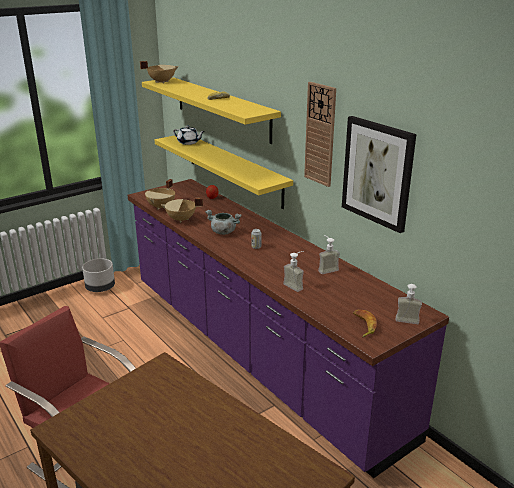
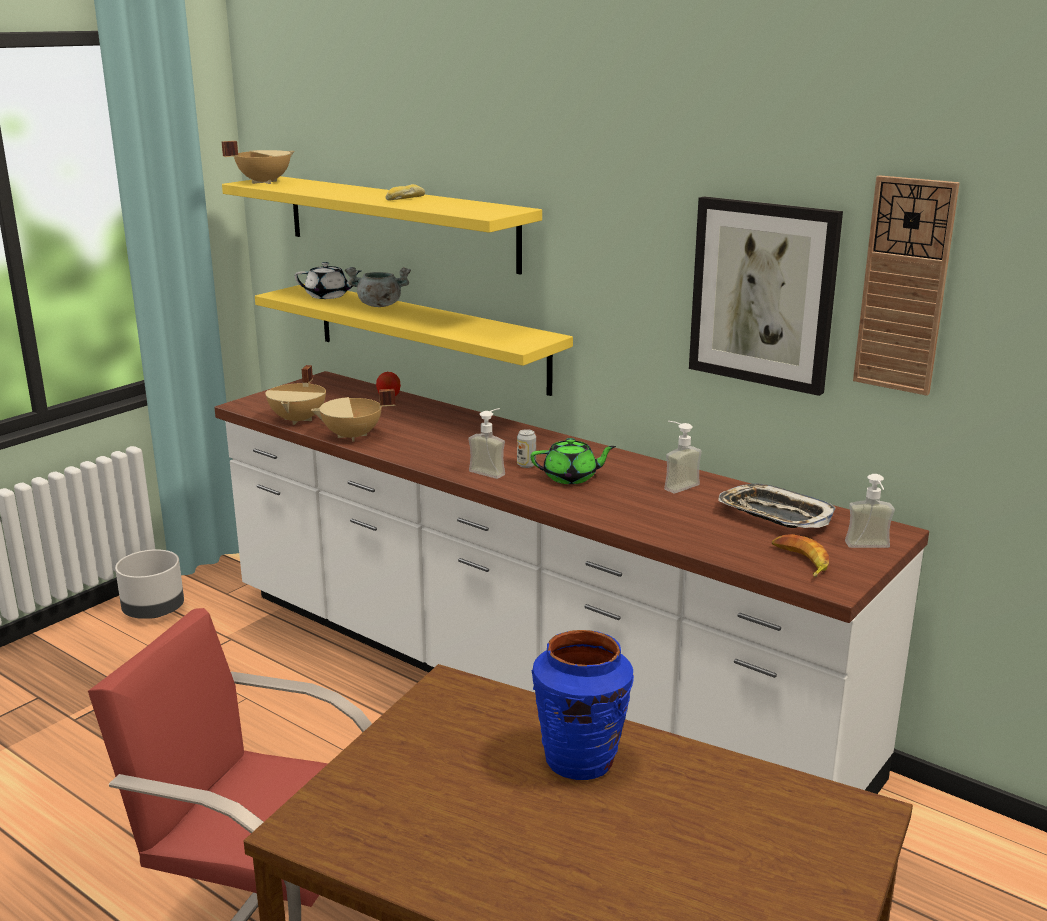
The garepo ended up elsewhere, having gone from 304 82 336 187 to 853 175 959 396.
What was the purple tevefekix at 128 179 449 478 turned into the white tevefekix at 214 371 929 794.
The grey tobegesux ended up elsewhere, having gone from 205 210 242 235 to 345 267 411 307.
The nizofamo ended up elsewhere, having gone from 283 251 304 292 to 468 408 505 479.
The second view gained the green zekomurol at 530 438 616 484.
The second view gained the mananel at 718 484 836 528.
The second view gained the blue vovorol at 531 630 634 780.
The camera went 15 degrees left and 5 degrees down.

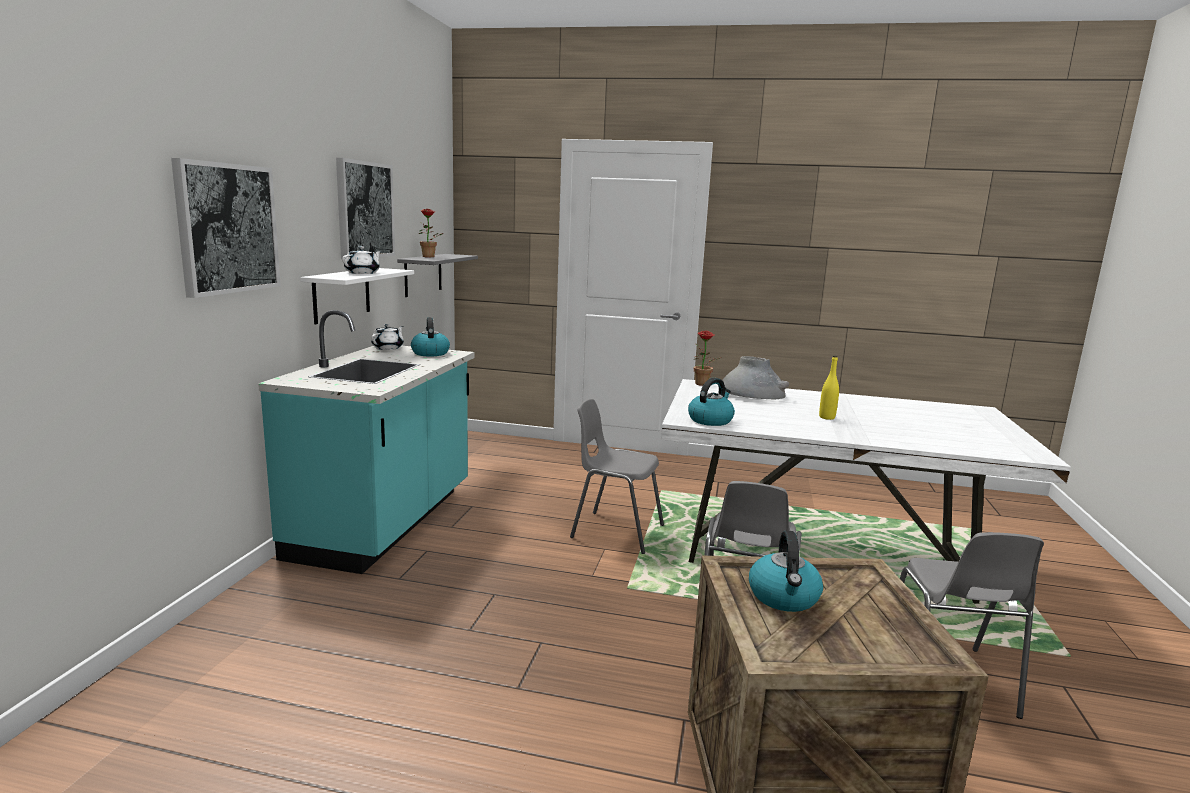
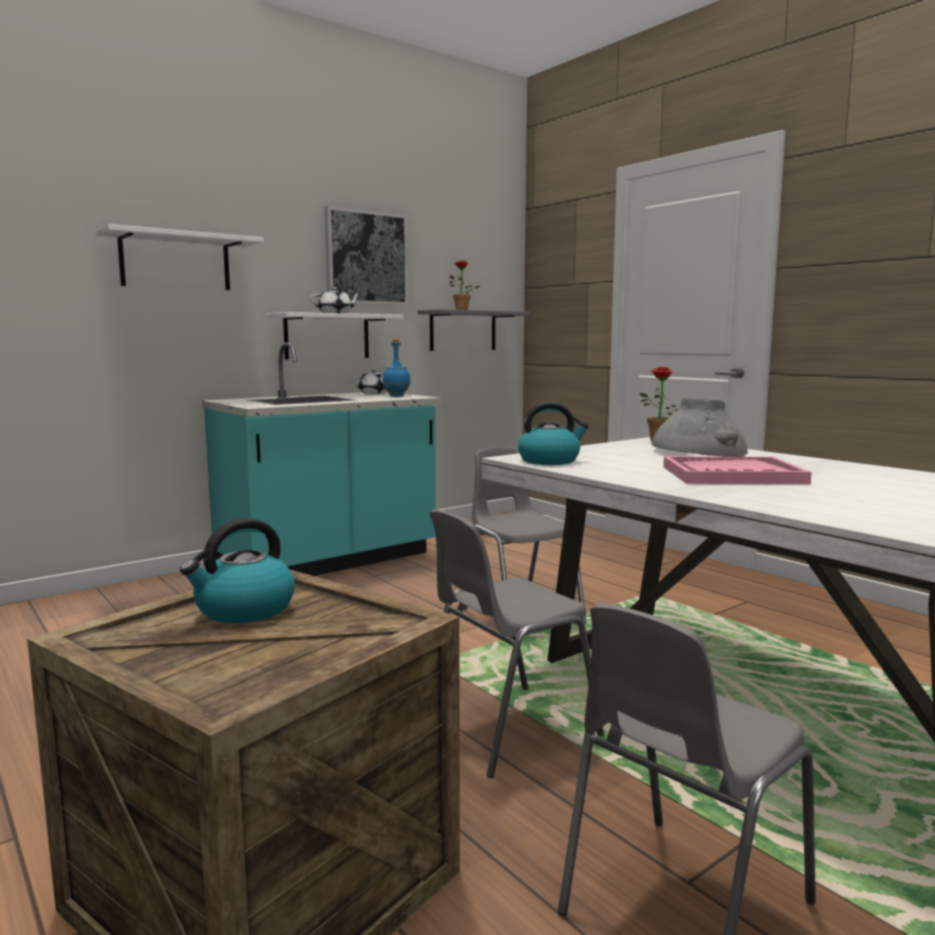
Where the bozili hung at 171 158 281 298, the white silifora came to hang at 96 224 264 290.
Where the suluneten stood at 411 317 450 356, the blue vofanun came to stand at 383 339 411 397.
Where the yellow vofanun stood at 819 356 839 420, the pink mananel came to stand at 663 456 812 484.
The camera went 40 degrees right and 5 degrees down.

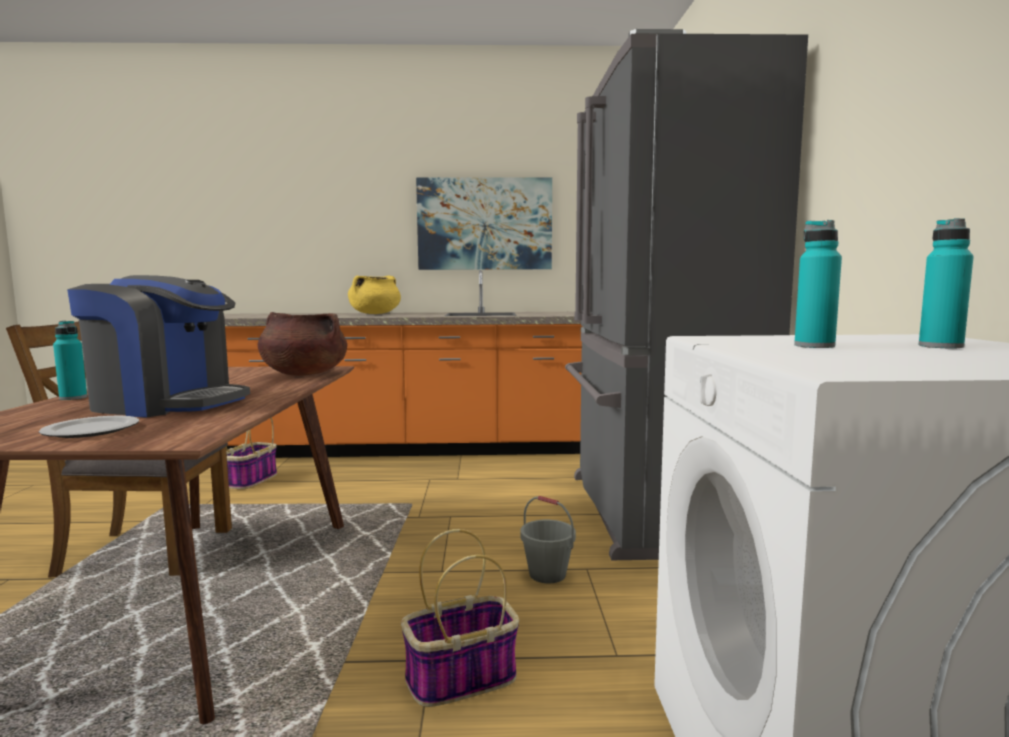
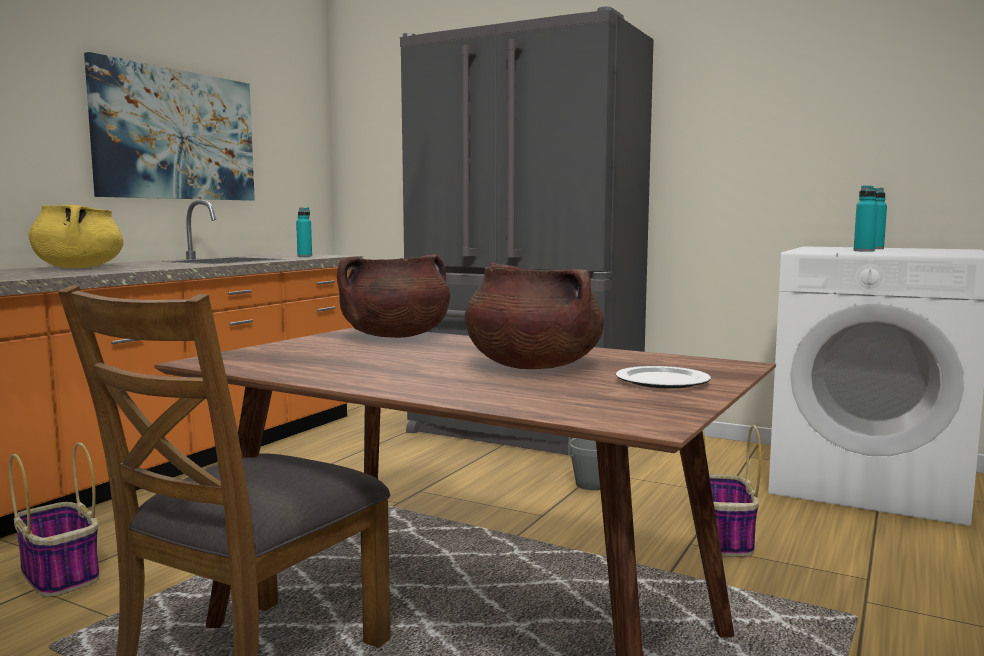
Where the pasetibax stood at 67 275 250 418, the brown tobegesux came to stand at 465 263 604 369.
The turquoise vofanun ended up elsewhere, having gone from 53 321 87 400 to 296 207 312 257.
The camera went 60 degrees left and 0 degrees up.

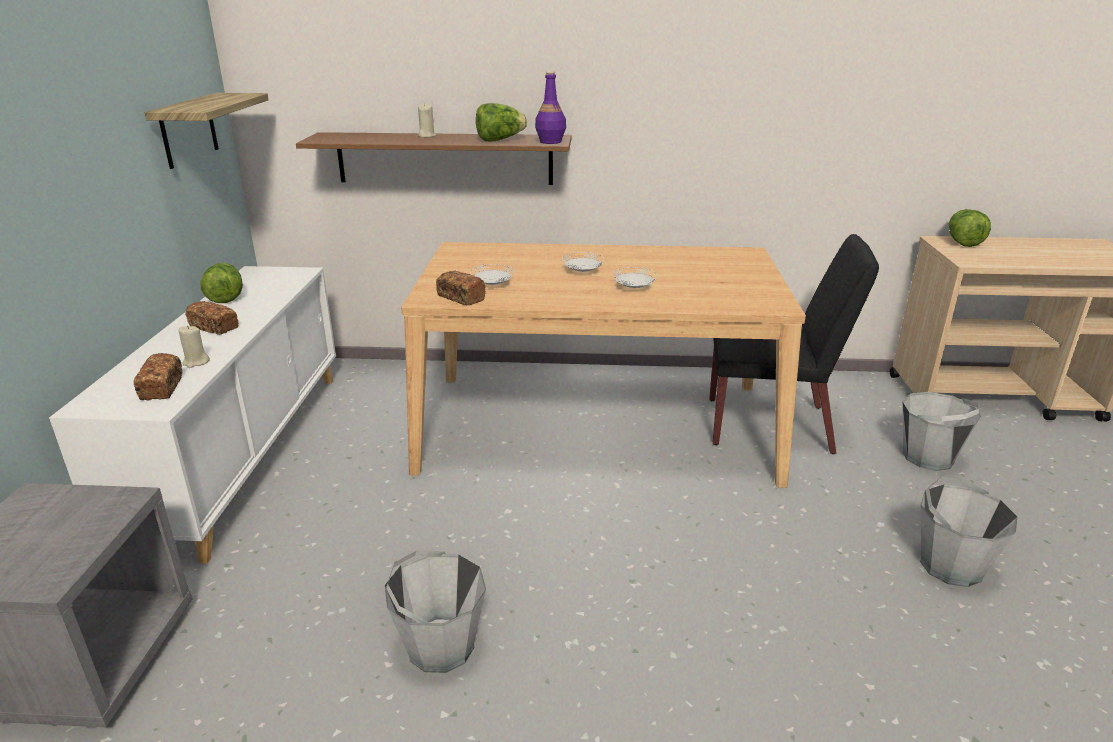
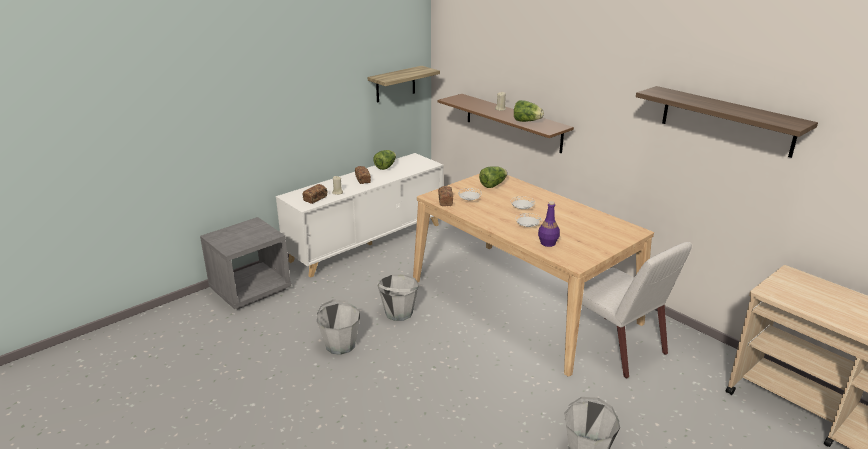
The purple vofanun ended up elsewhere, having gone from 535 71 566 144 to 538 201 560 247.
The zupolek ended up elsewhere, having gone from 949 209 991 247 to 479 166 507 188.
What was the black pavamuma at 709 234 879 454 turned into the white pavamuma at 567 242 692 379.
The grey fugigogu ended up elsewhere, having gone from 902 392 981 471 to 377 275 419 321.
The second view gained the silifora at 636 86 818 158.
The camera went 45 degrees right and 0 degrees up.

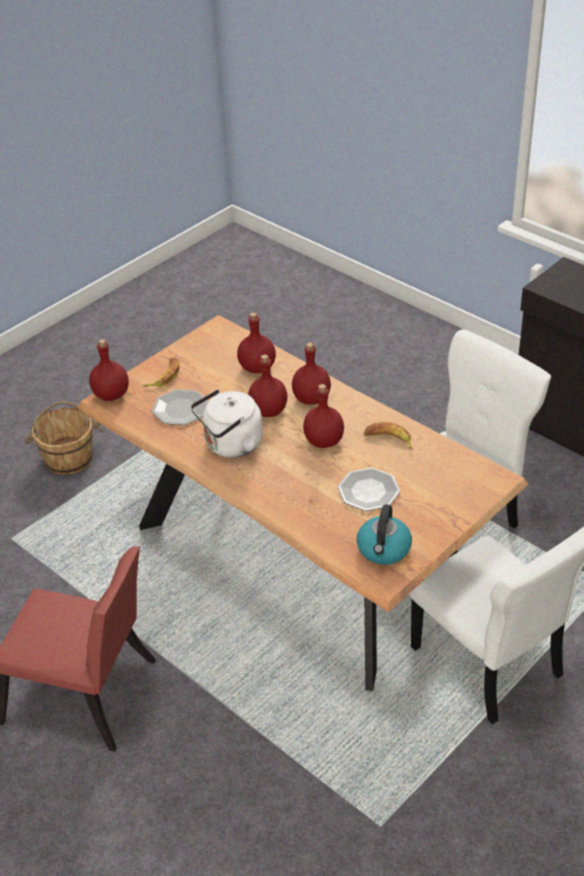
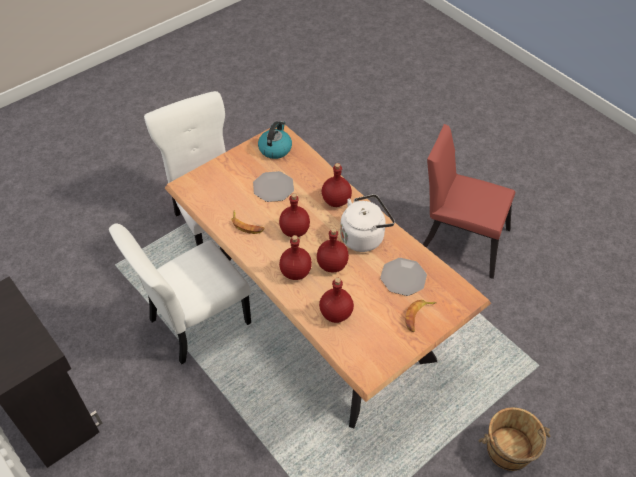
The red vofanun ended up elsewhere, having gone from 89 339 129 401 to 322 163 352 207.
The camera went 175 degrees left and 10 degrees up.

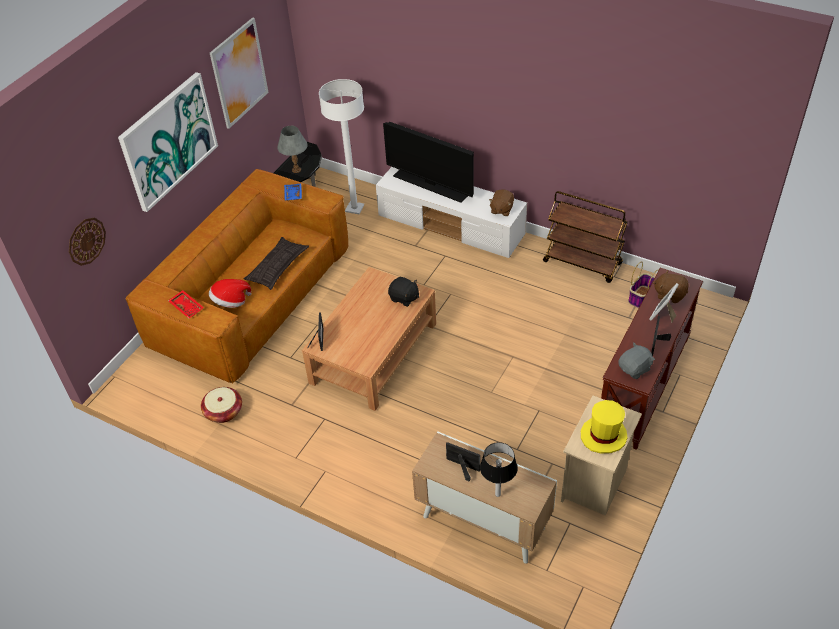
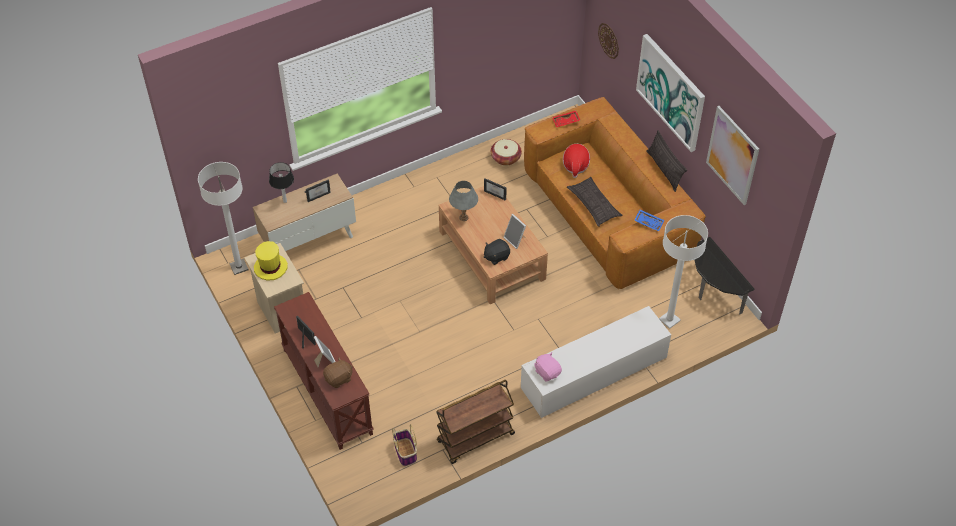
The second view lost the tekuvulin at 383 122 474 203.
The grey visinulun ended up elsewhere, having gone from 277 126 308 173 to 449 181 478 221.
What was the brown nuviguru at 489 189 514 216 turned into the pink nuviguru at 534 352 562 382.
The second view lost the grey nuviguru at 618 343 655 379.
The second view gained the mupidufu at 646 131 687 192.
The second view gained the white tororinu at 198 162 249 275.
The second view gained the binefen at 504 214 526 249.
The camera went 120 degrees right and 5 degrees up.

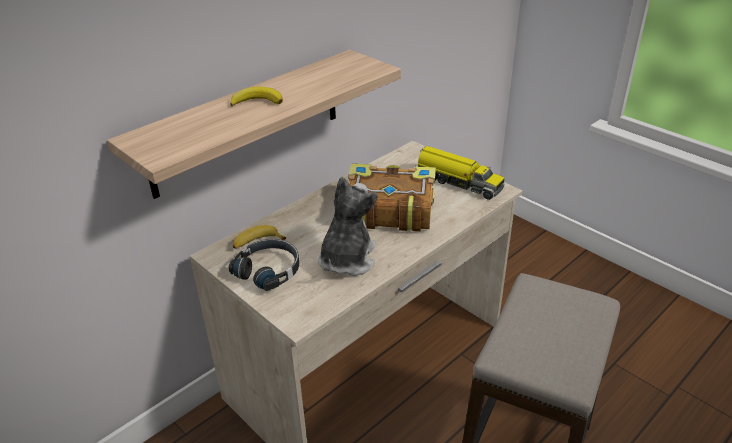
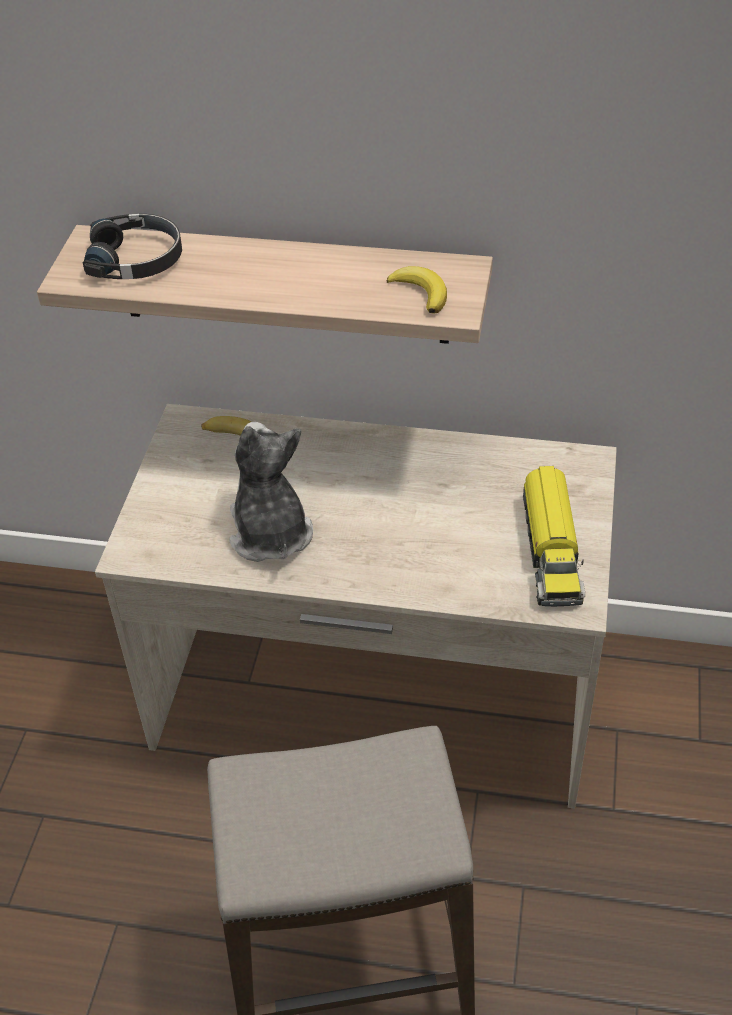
The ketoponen ended up elsewhere, having gone from 230 87 283 107 to 387 266 447 314.
The second view lost the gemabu at 349 164 436 232.
The nuviguru at 318 177 378 276 ended up facing another way, 90 degrees counterclockwise from before.
The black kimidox ended up elsewhere, having gone from 228 239 299 291 to 83 214 182 279.
The camera went 55 degrees right and 10 degrees up.

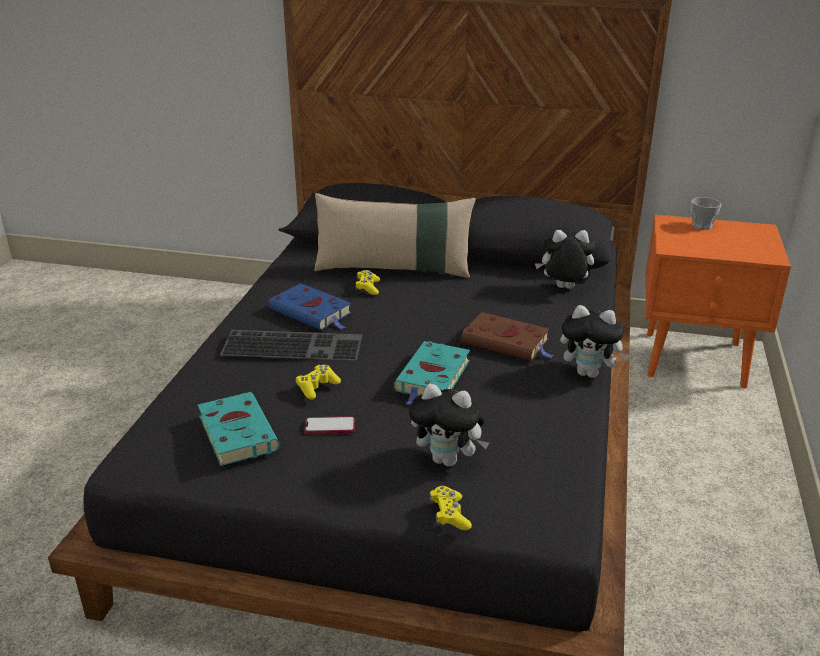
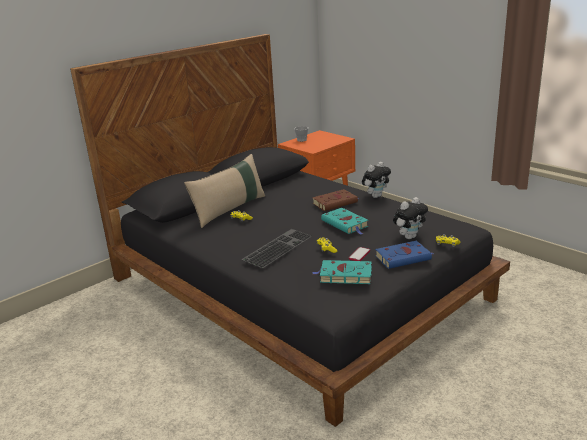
The second view lost the nuviguru at 535 230 595 289.
The blue gemabu ended up elsewhere, having gone from 268 283 352 330 to 375 241 433 269.
The camera went 55 degrees left and 5 degrees down.

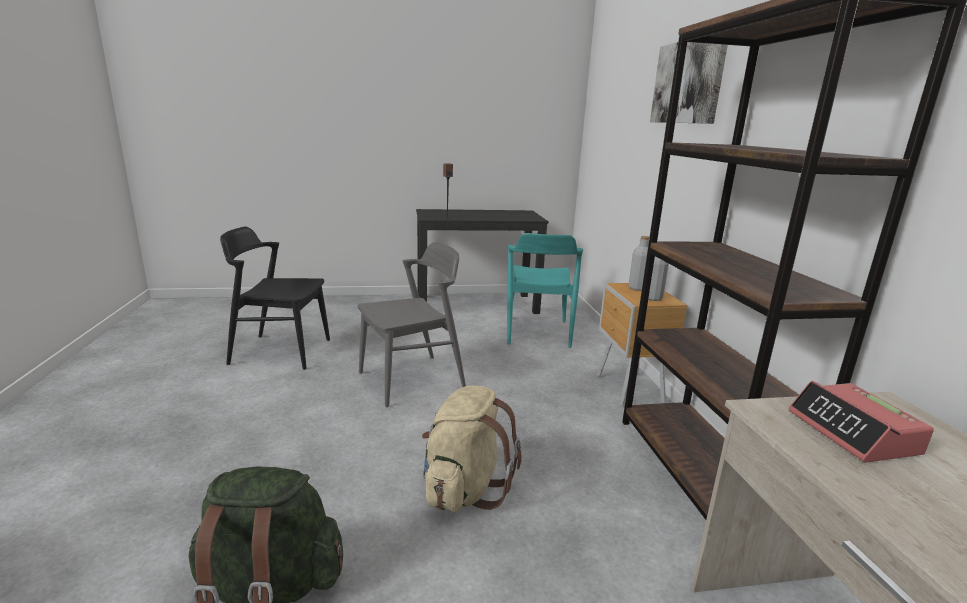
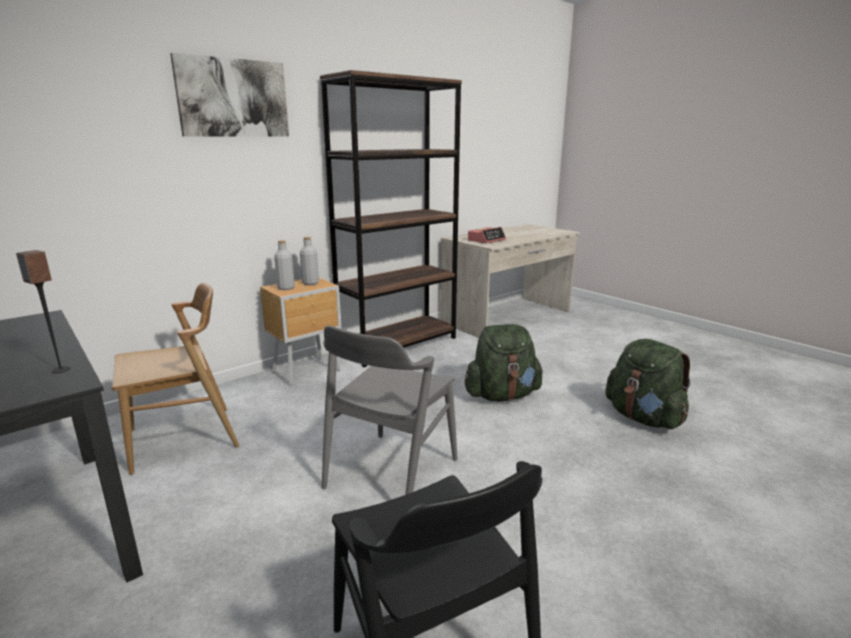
What was the turquoise pavamuma at 507 233 583 348 turned into the brown pavamuma at 112 283 239 475.
The grey pavamuma at 358 242 466 408 ended up facing another way, 90 degrees counterclockwise from before.
What was the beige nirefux at 422 385 522 512 turned into the green nirefux at 465 324 543 402.
The camera went 120 degrees left and 0 degrees up.

